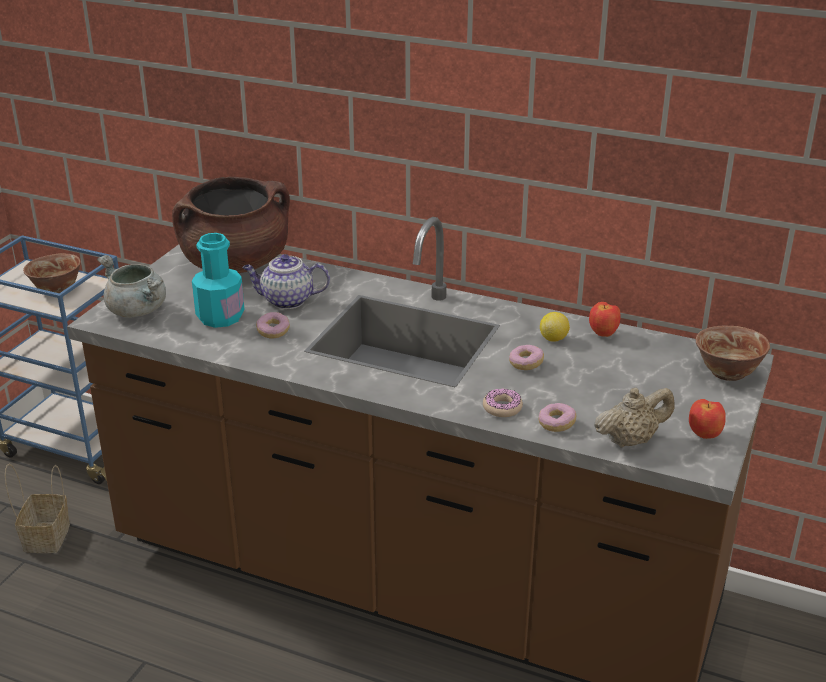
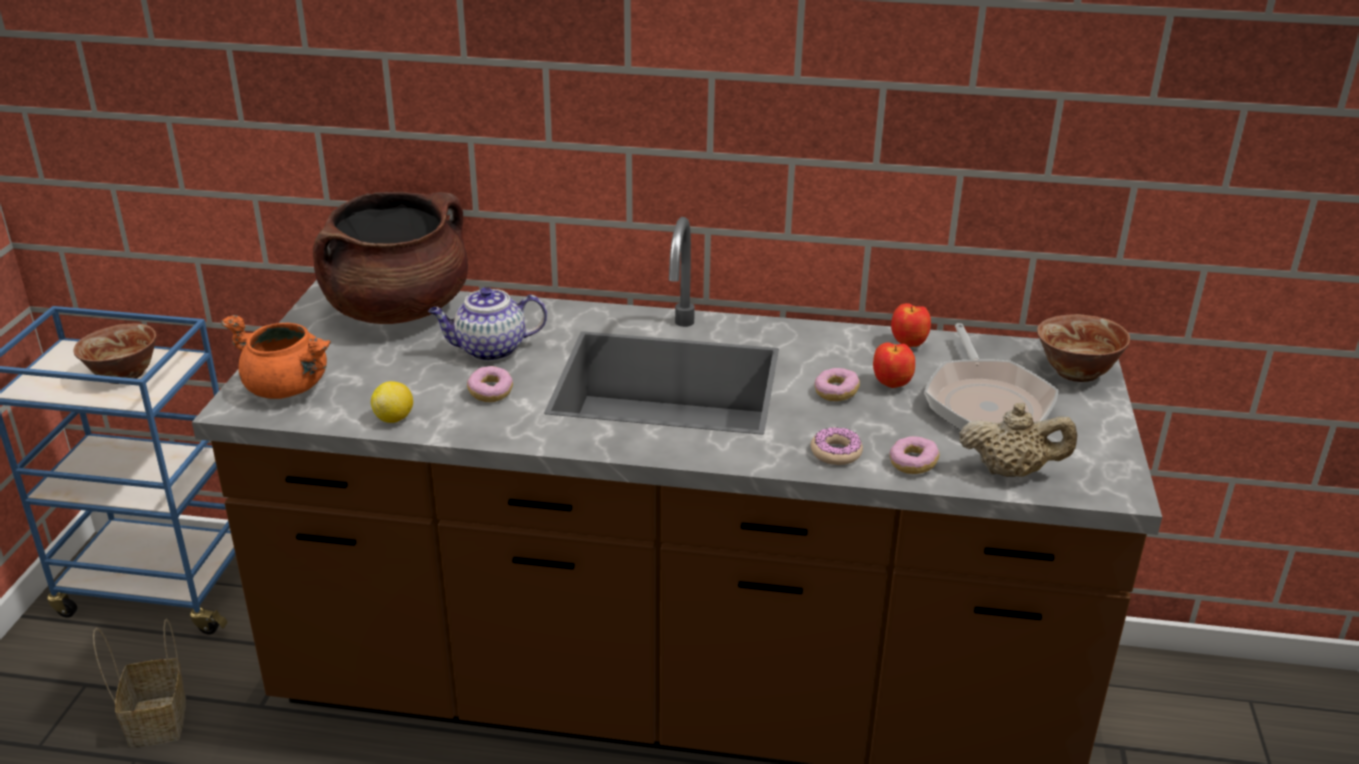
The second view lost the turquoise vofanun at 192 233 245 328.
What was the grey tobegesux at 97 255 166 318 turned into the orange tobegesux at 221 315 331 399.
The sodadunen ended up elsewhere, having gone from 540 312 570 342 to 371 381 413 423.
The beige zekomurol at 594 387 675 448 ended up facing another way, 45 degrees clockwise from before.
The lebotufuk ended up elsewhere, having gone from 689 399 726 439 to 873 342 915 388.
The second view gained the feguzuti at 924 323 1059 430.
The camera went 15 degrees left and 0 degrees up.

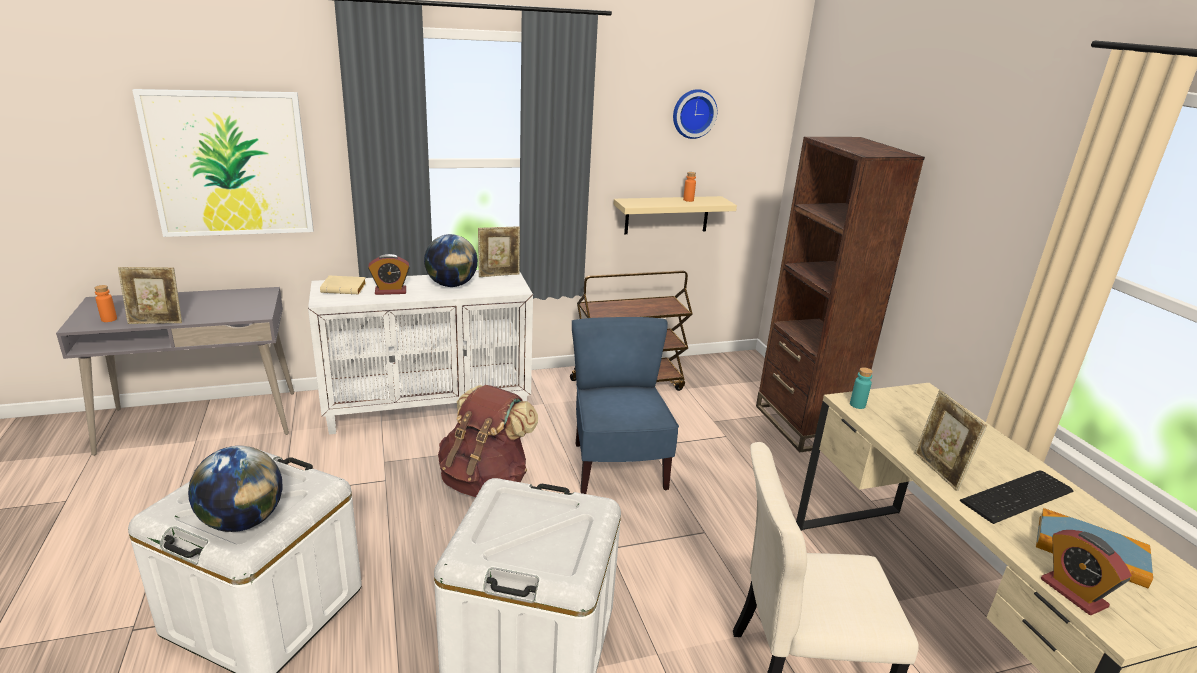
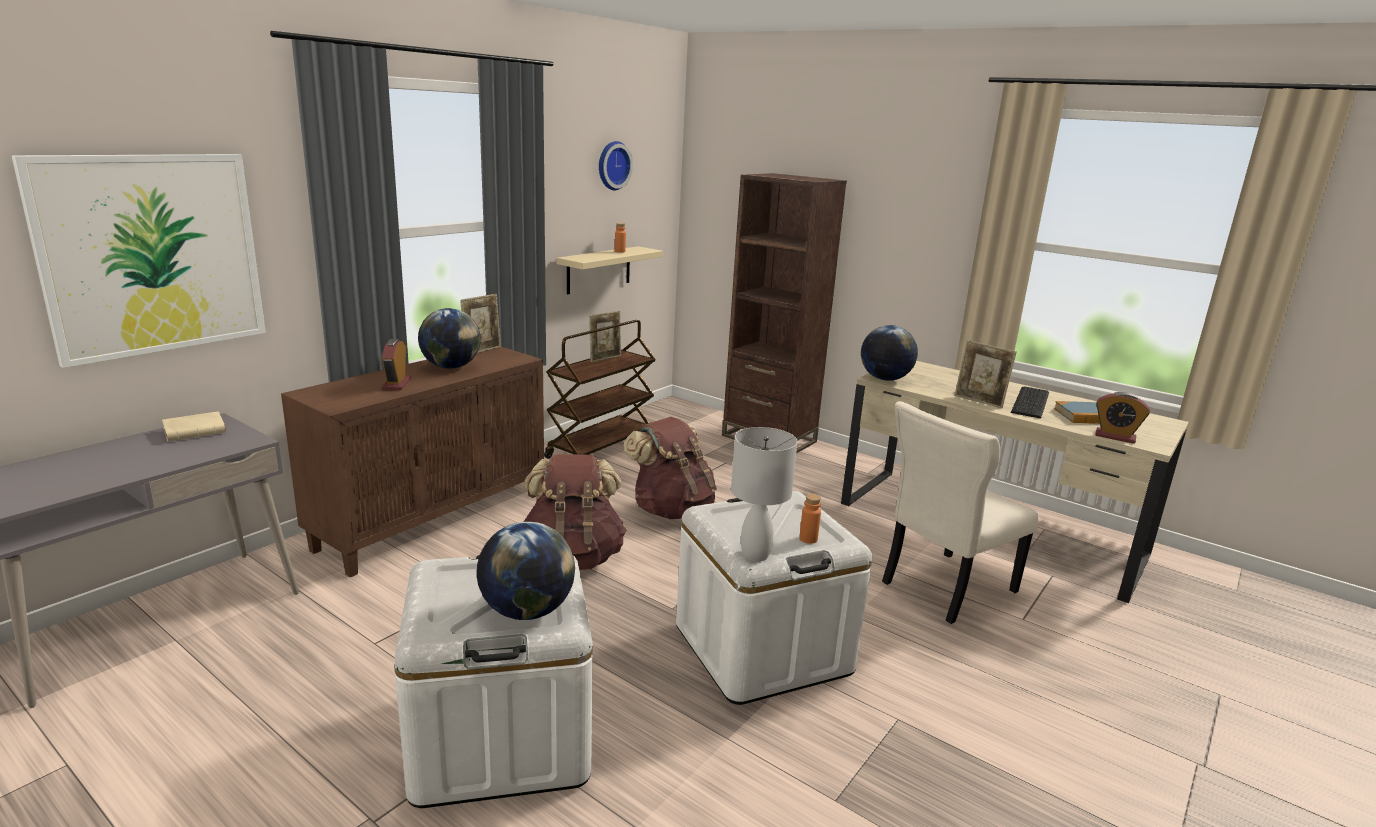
The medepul at 368 254 410 295 ended up facing another way, 135 degrees clockwise from before.
The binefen ended up elsewhere, having gone from 118 267 182 324 to 589 311 621 362.
What was the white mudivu at 308 272 533 434 turned into the brown mudivu at 281 347 544 577.
The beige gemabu ended up elsewhere, having gone from 320 276 366 294 to 162 411 226 442.
The orange vofanun ended up elsewhere, having gone from 94 285 117 322 to 799 494 821 544.
Where the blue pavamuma stood at 572 317 679 494, the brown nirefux came to stand at 623 417 717 519.
Where the turquoise vofanun stood at 850 367 873 409, the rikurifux came to stand at 861 325 918 381.
The second view gained the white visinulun at 731 427 798 562.
The camera went 35 degrees left and 5 degrees down.

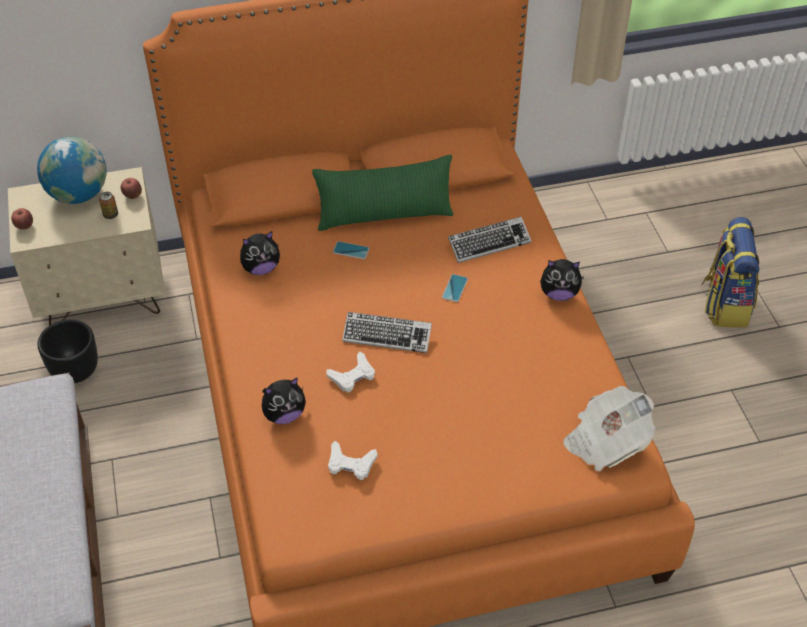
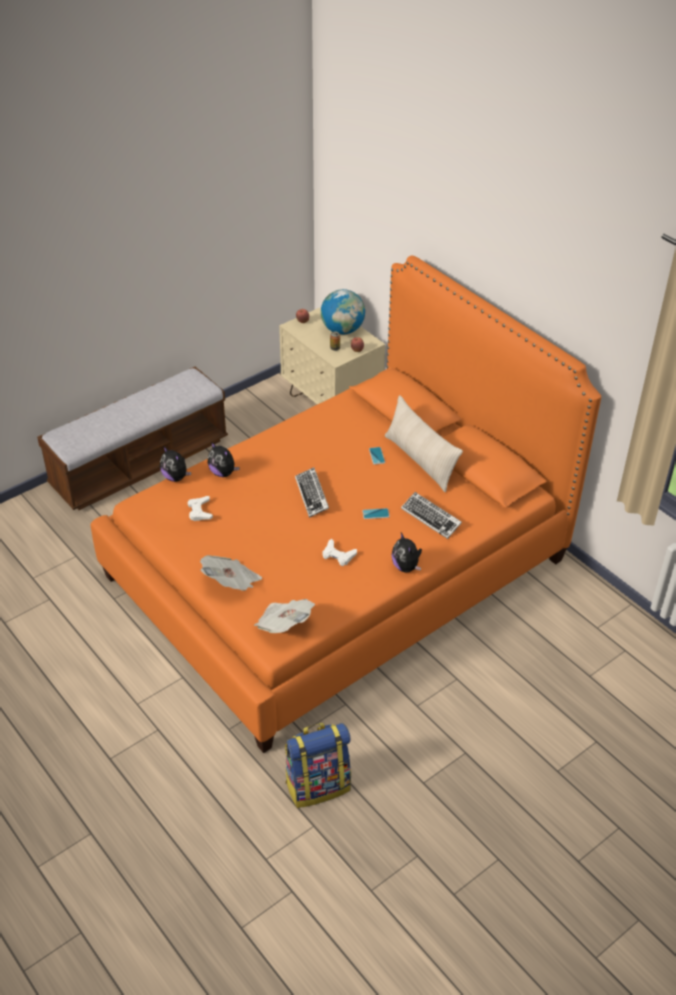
What was the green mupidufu at 312 155 453 231 turned into the beige mupidufu at 385 395 463 492.
The nirefux ended up elsewhere, having gone from 701 217 759 328 to 285 723 351 808.
The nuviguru ended up elsewhere, having gone from 240 231 280 275 to 160 446 191 482.
The second view lost the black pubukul at 37 319 98 383.
The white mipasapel ended up elsewhere, having gone from 327 352 375 393 to 322 539 357 566.
The second view gained the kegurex at 200 555 262 591.
The camera went 65 degrees right and 5 degrees down.

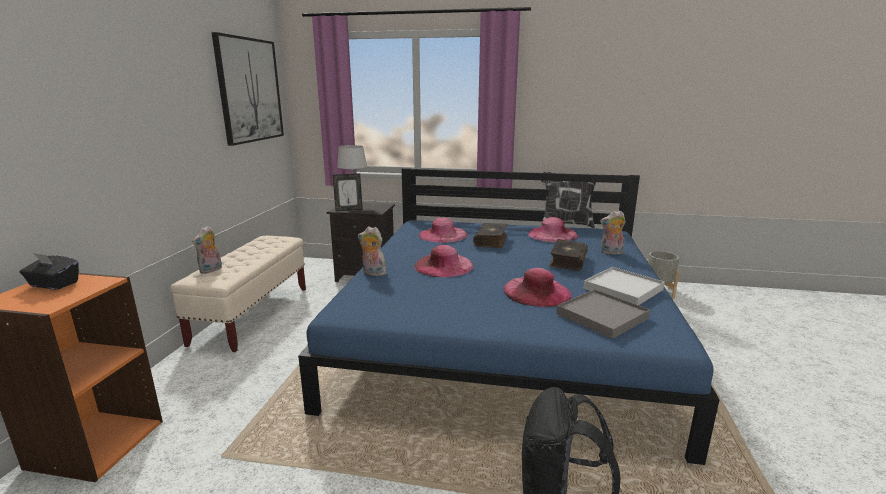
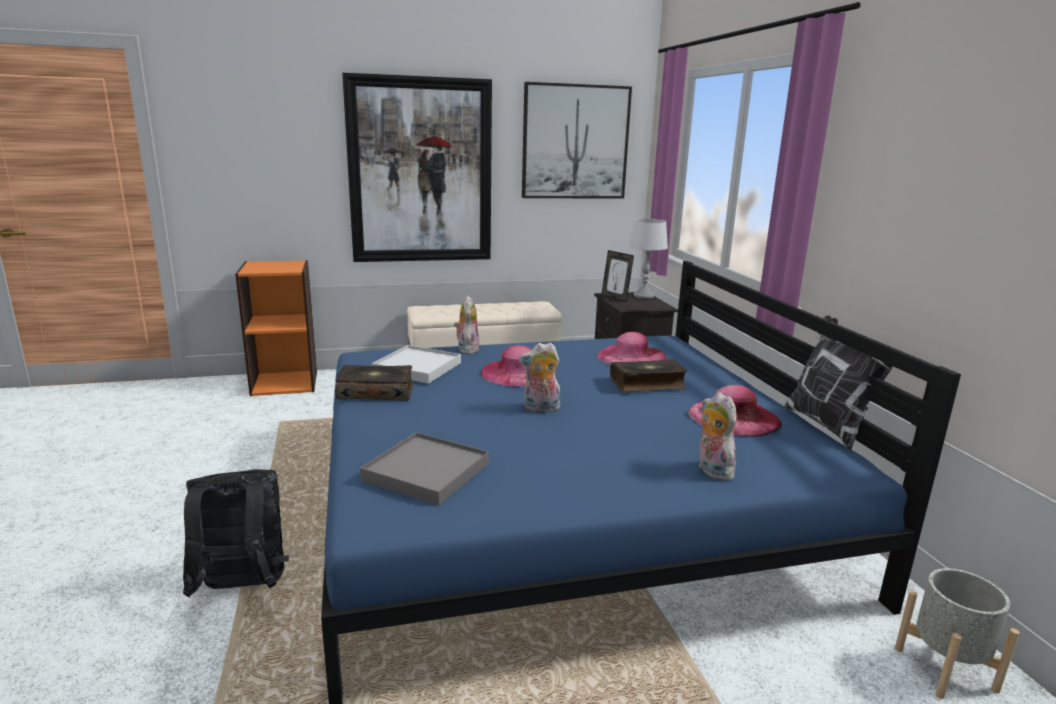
The nuviguru ended up elsewhere, having gone from 192 226 222 274 to 519 342 560 412.
The gemabu ended up elsewhere, having gone from 549 239 588 271 to 335 365 413 401.
The second view lost the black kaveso at 20 253 79 290.
The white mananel ended up elsewhere, having gone from 583 267 665 305 to 372 345 461 383.
The second view lost the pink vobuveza at 503 268 572 307.
The second view gained the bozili at 342 73 492 262.
The camera went 65 degrees right and 0 degrees up.

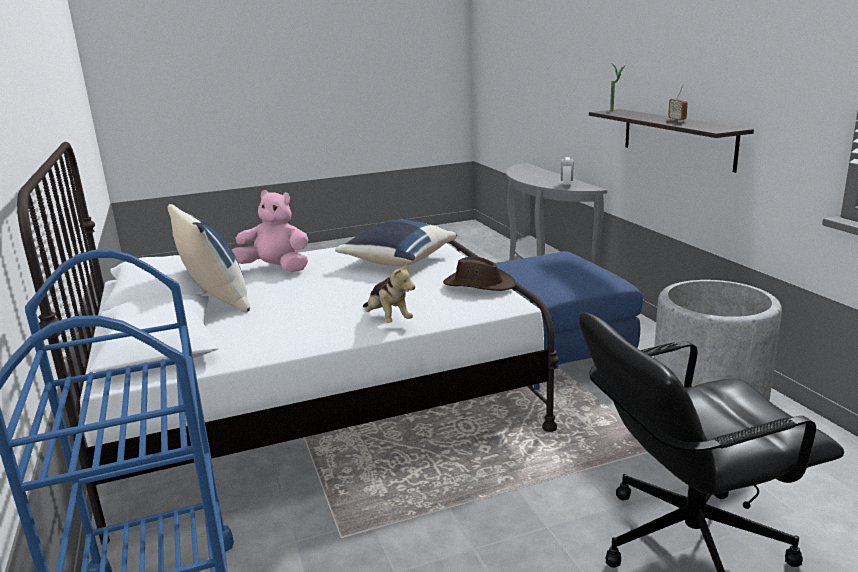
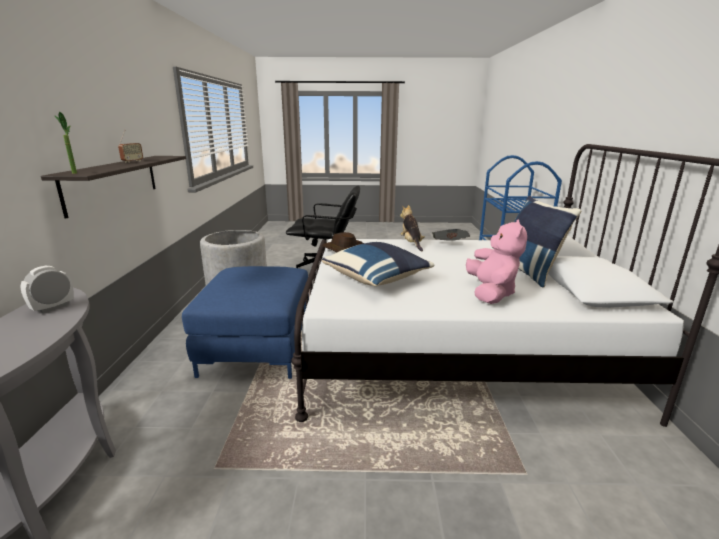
The pink nuviguru at 232 190 308 272 ended up facing another way, 120 degrees counterclockwise from before.
The second view gained the kegurex at 432 229 470 241.
The camera went 160 degrees left and 0 degrees up.

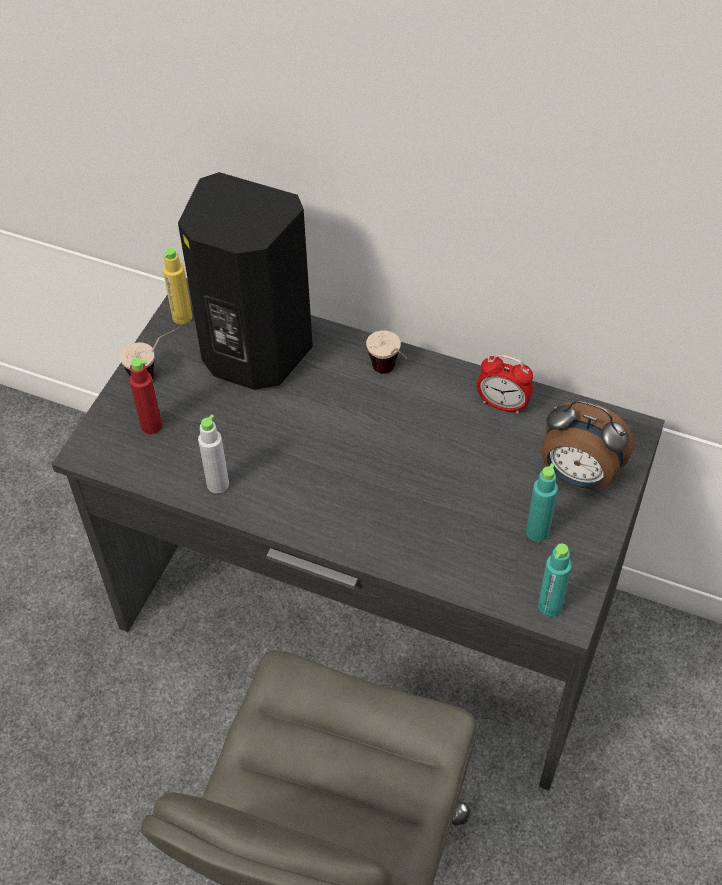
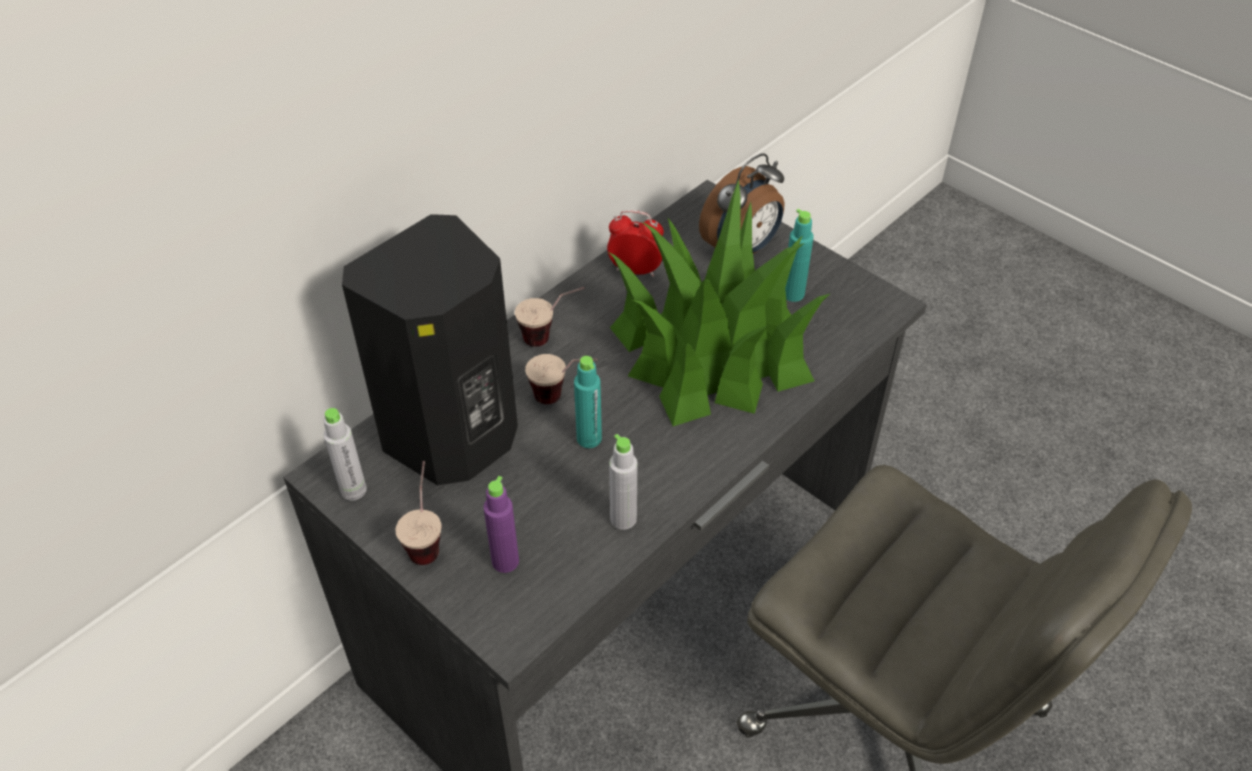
What was the yellow vofanun at 163 247 192 325 turned into the grey vofanun at 323 408 367 501.
The medepul at 477 354 533 414 ended up facing another way, 120 degrees counterclockwise from before.
What was the red vofanun at 129 358 162 434 turned into the purple vofanun at 483 476 519 573.
The turquoise vofanun ended up elsewhere, having gone from 538 544 572 617 to 574 356 602 448.
The second view gained the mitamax at 607 179 830 426.
The second view gained the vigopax at 525 354 597 404.
The camera went 70 degrees left and 5 degrees down.

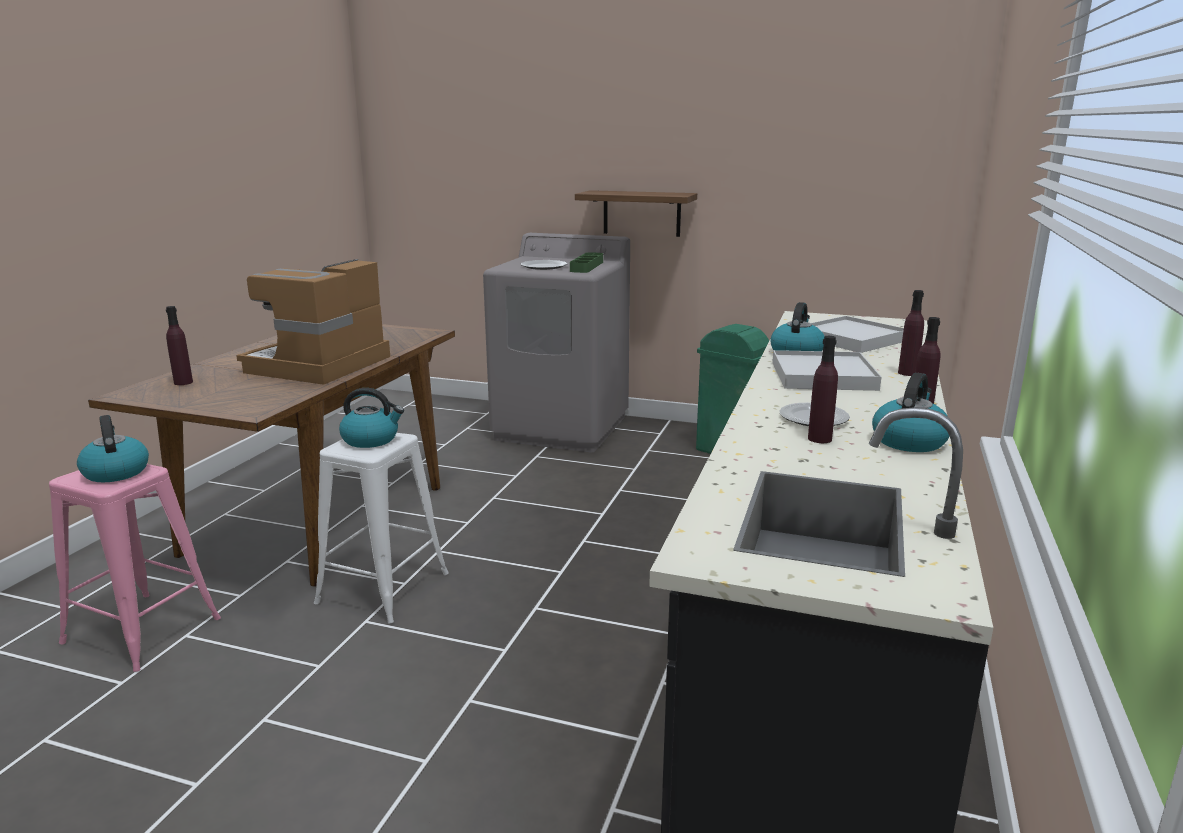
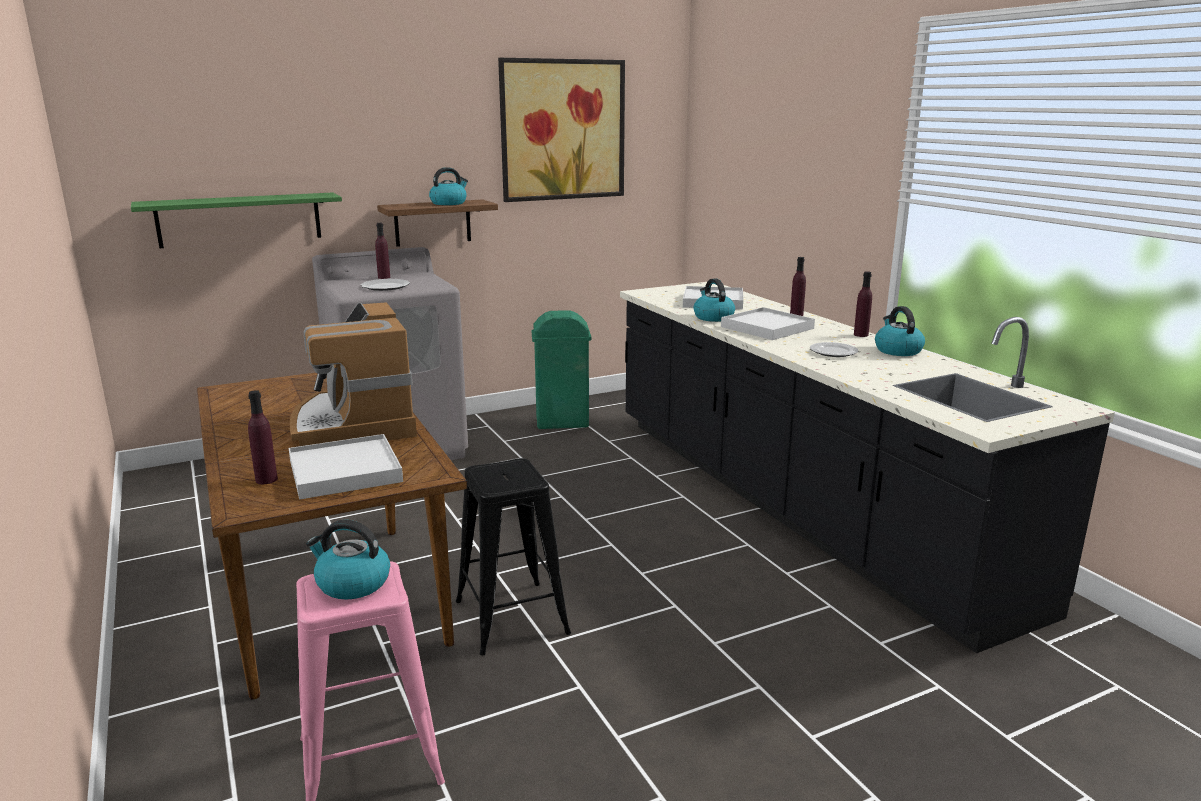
The second view lost the green mananel at 570 252 603 273.
The purple vofanun ended up elsewhere, having gone from 808 336 838 443 to 375 223 390 279.
The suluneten ended up elsewhere, having gone from 339 388 404 448 to 429 167 468 205.
What was the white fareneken at 314 433 449 624 turned into the black fareneken at 456 458 571 655.
The second view gained the bozili at 498 58 625 202.
The second view gained the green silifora at 131 192 342 248.
The second view gained the white mananel at 289 434 403 500.
The camera went 45 degrees left and 0 degrees up.

